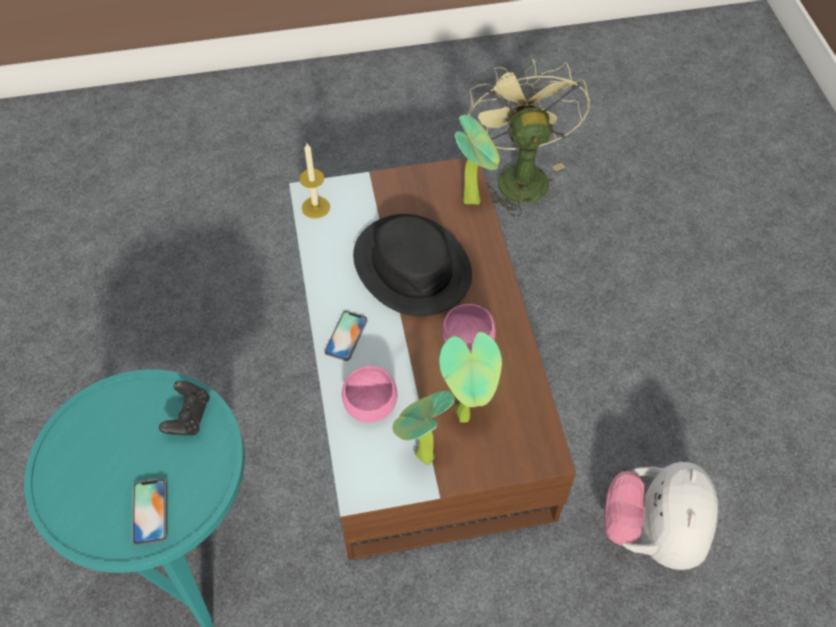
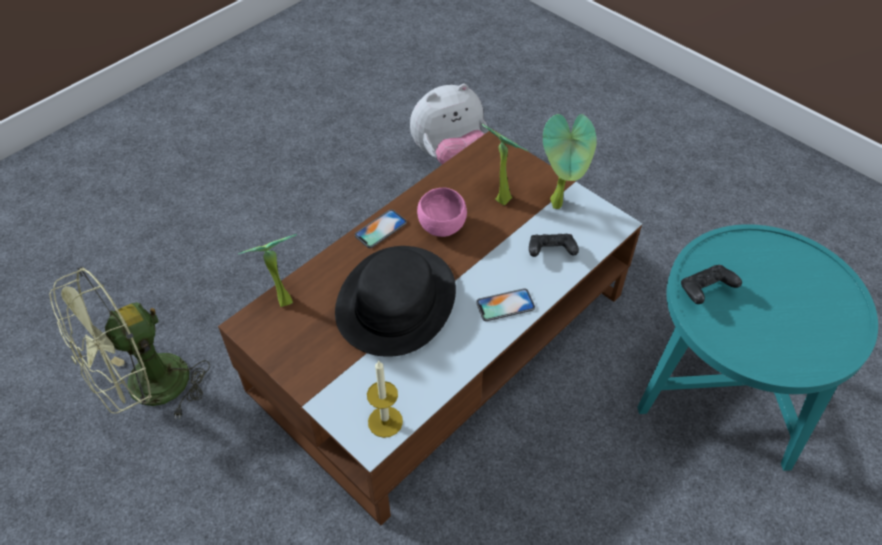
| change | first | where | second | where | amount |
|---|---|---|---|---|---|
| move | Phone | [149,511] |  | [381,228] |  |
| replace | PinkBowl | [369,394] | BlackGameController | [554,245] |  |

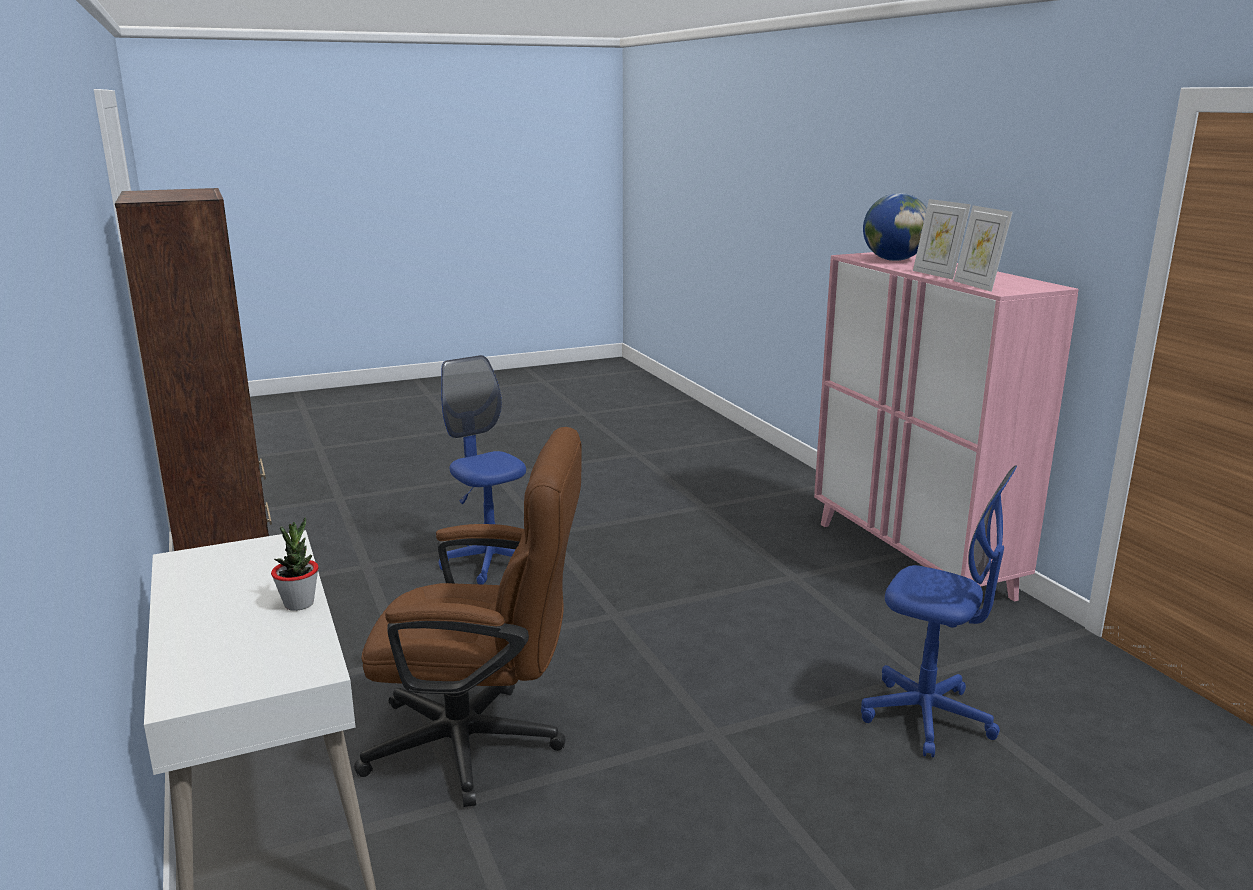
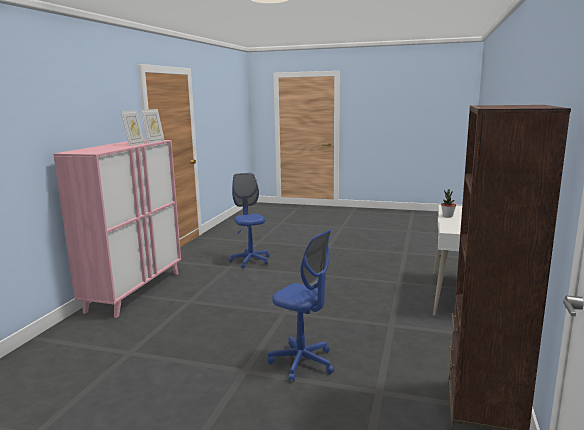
| change | first | where | second | where | amount |
|---|---|---|---|---|---|
| delete | BrownOfficeChair | [468,617] |  |  |  |
| delete | Globe | [895,227] |  |  |  |
| rotate | BlueOfficeChair | [482,469] |  | [301,305] | 60 degrees counterclockwise |

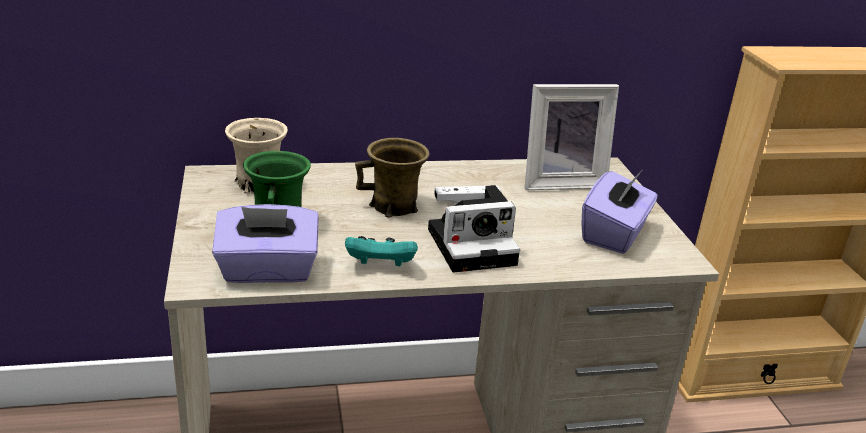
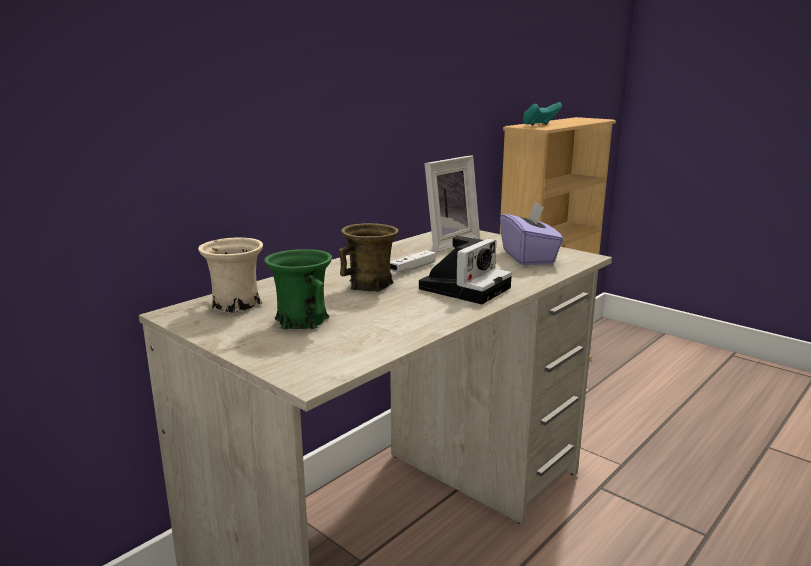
| change | first | where | second | where | amount |
|---|---|---|---|---|---|
| delete | PurpleTissueBox | [265,243] |  |  |  |
| move | TurquoiseGameController | [381,251] |  | [542,114] |  |

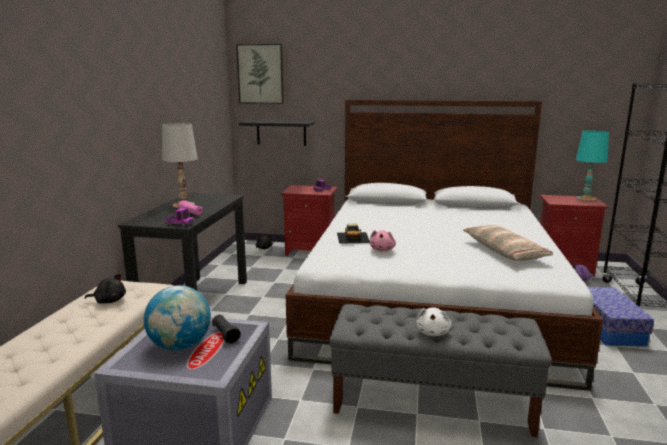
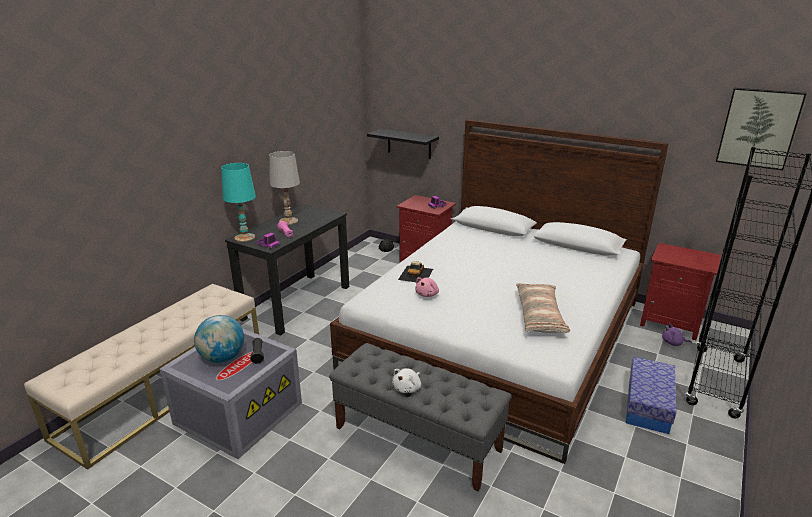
| change | first | where | second | where | amount |
|---|---|---|---|---|---|
| delete | BlackPlushToy | [105,289] |  |  |  |
| move | Picture | [260,74] |  | [761,129] |  |
| move | TurquoiseTableLamp | [592,166] |  | [238,202] |  |

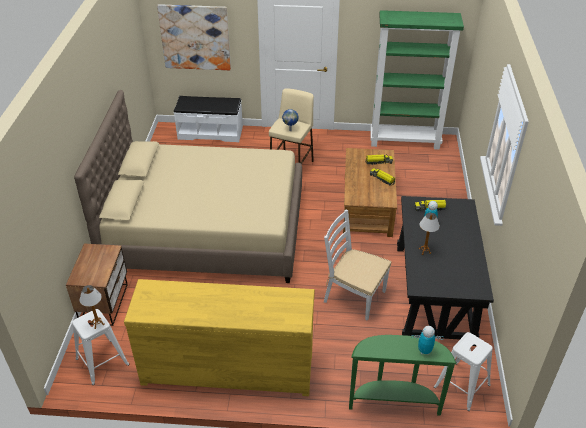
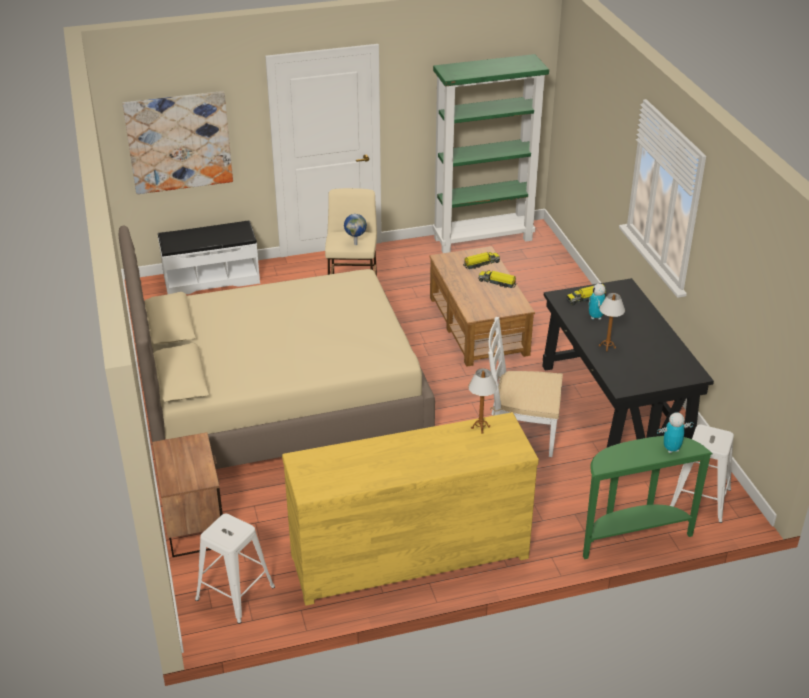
| change | first | where | second | where | amount |
|---|---|---|---|---|---|
| move | TableLamp | [92,307] |  | [482,400] |  |

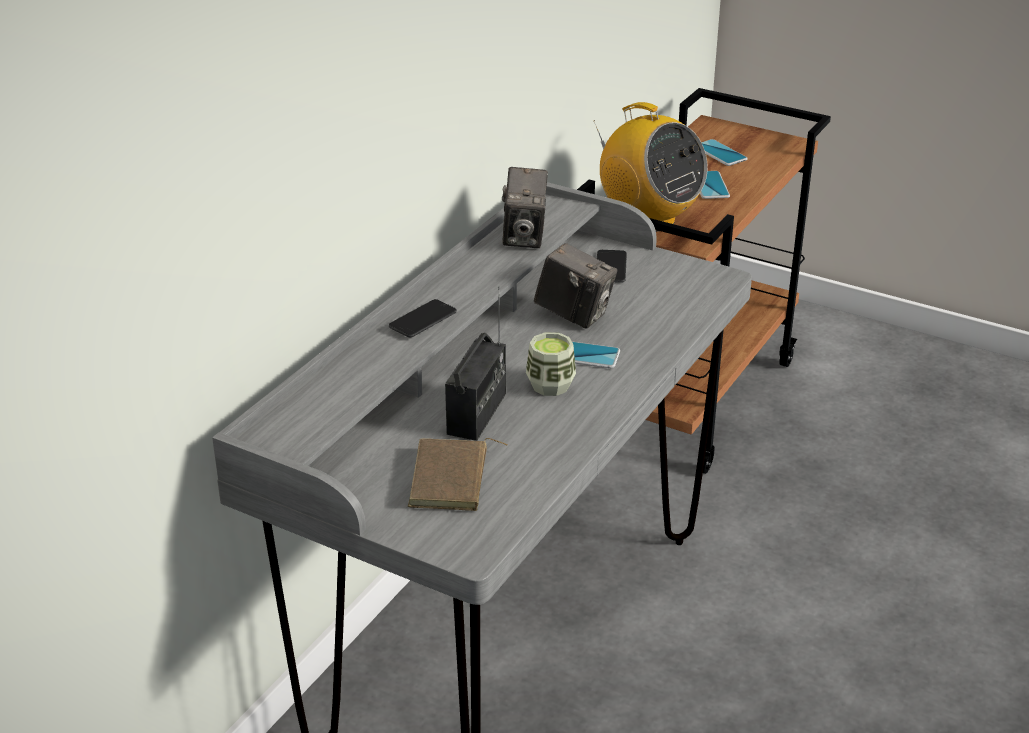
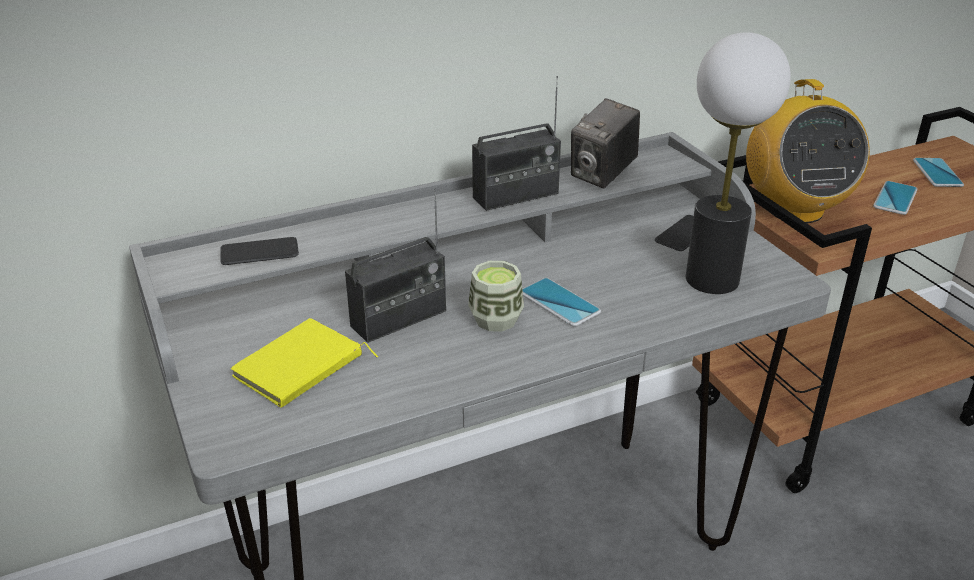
| change | first | where | second | where | amount |
|---|---|---|---|---|---|
| delete | PhotoCamera | [575,286] |  |  |  |
| insert |  |  | Radio | [516,143] |  |
| insert |  |  | TableLamp | [738,163] |  |
| move | Phone | [423,318] |  | [259,251] |  |
| recolor | BrownBook | [458,474] | YellowBook | [304,363] |  |

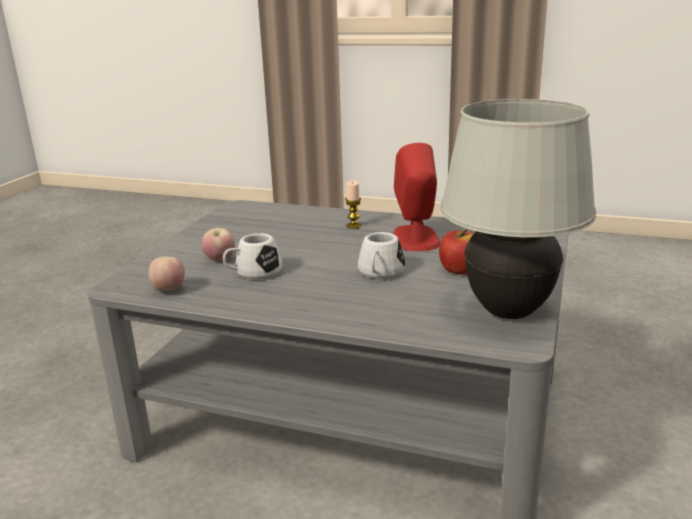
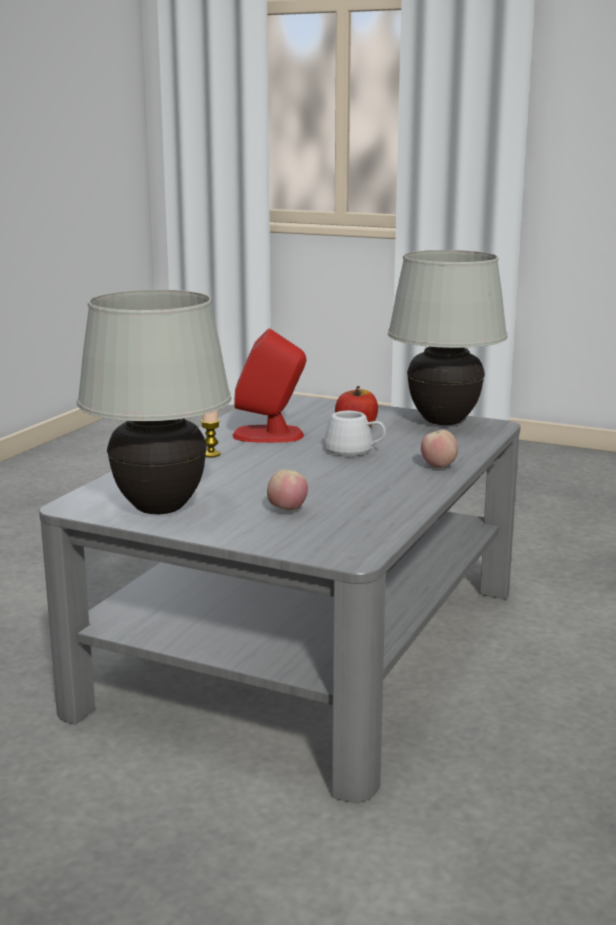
| change | first | where | second | where | amount |
|---|---|---|---|---|---|
| delete | WhiteMug | [253,256] |  |  |  |
| insert |  |  | WhiteTableLamp | [154,402] |  |
| move | Apple | [166,273] |  | [439,449] |  |

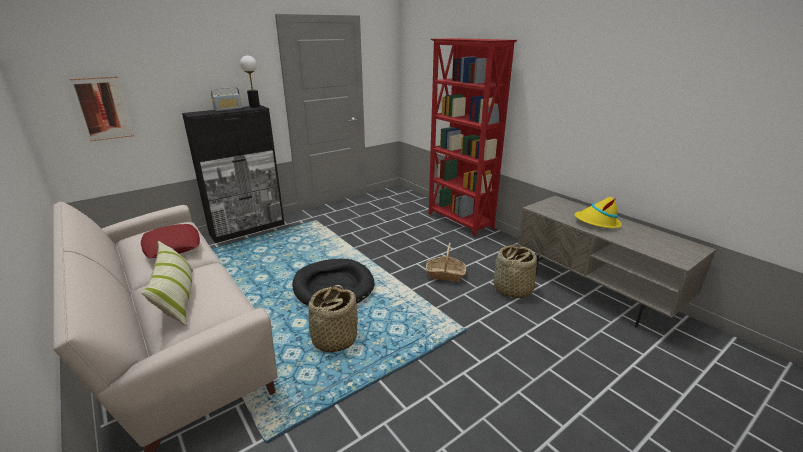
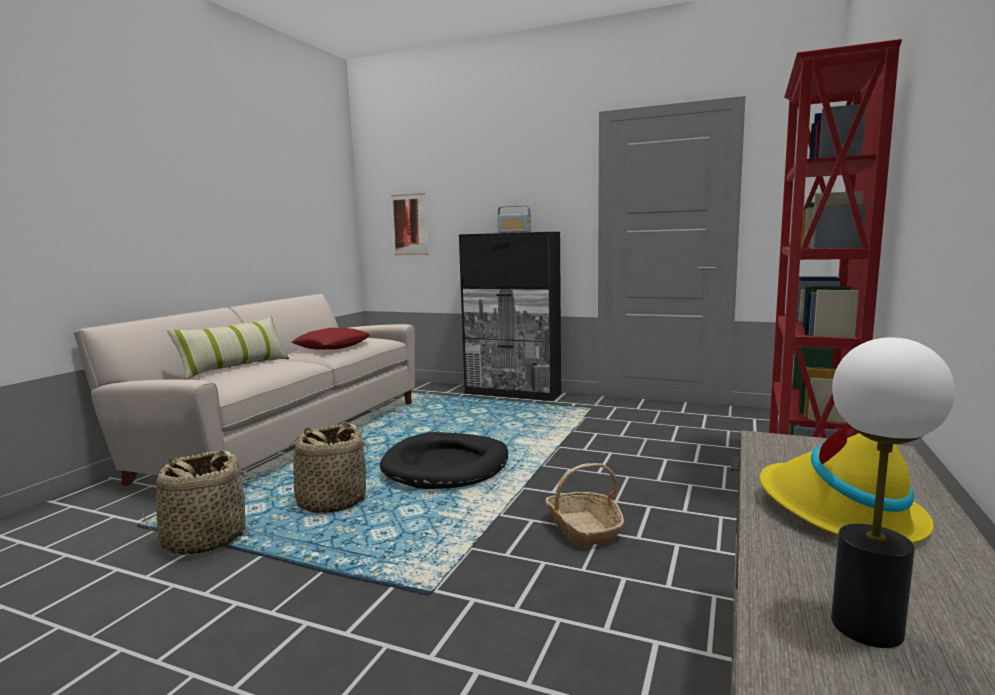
| change | first | where | second | where | amount |
|---|---|---|---|---|---|
| move | TableLamp | [250,81] |  | [893,492] |  |
| move | Basket | [515,270] |  | [198,502] |  |

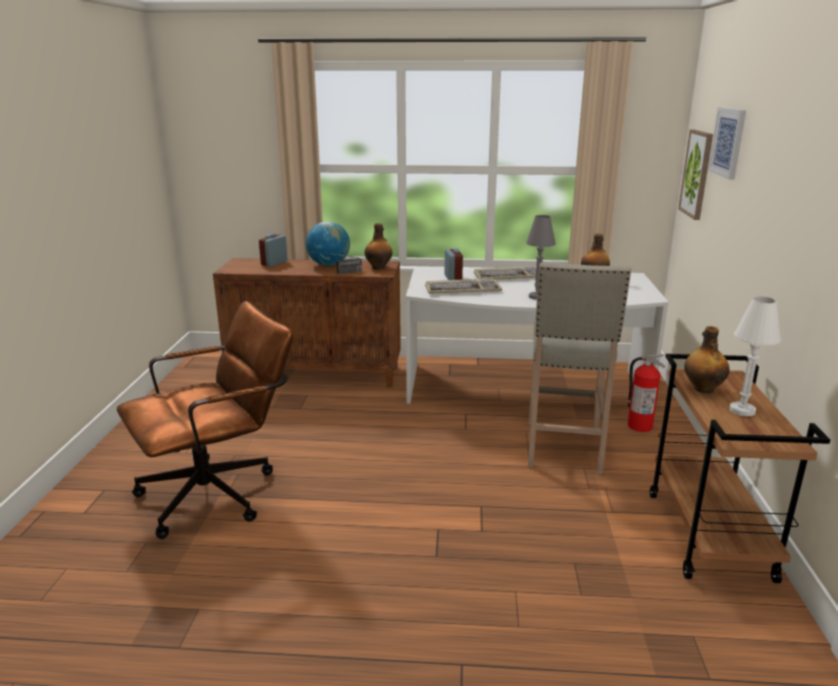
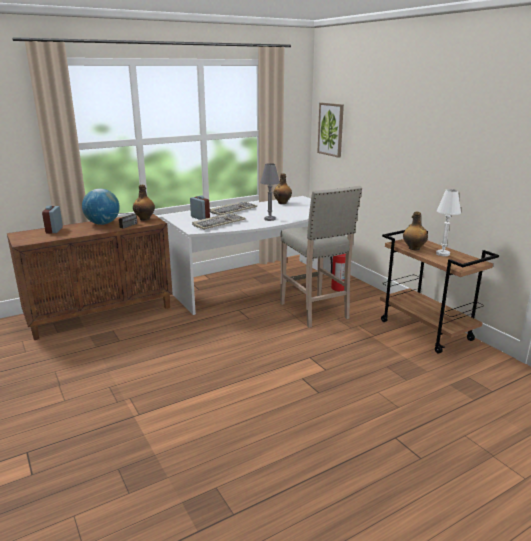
| change | first | where | second | where | amount |
|---|---|---|---|---|---|
| delete | BrownOfficeChair | [205,420] |  |  |  |
| delete | Picture | [727,143] |  |  |  |

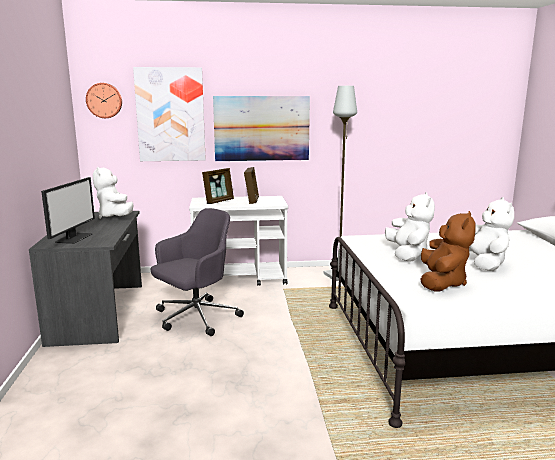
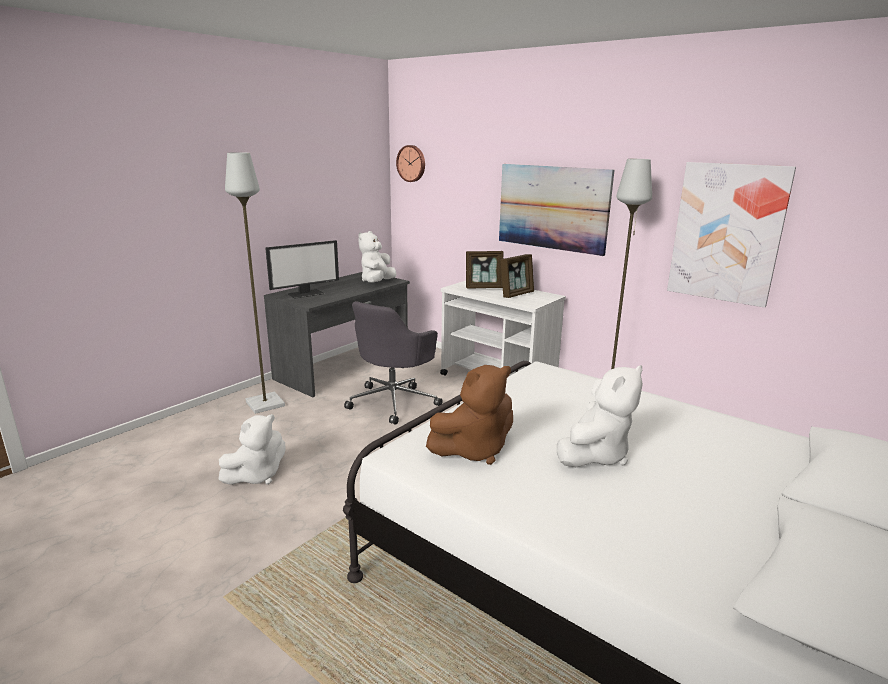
| change | first | where | second | where | amount |
|---|---|---|---|---|---|
| insert |  |  | GreyFloorLamp | [255,283] |  |
| move | Picture | [169,114] |  | [731,235] |  |
| move | WhitePlushToy | [410,227] |  | [252,449] |  |
| rotate | GreyOfficeChair | [197,272] |  | [393,363] | 120 degrees clockwise |

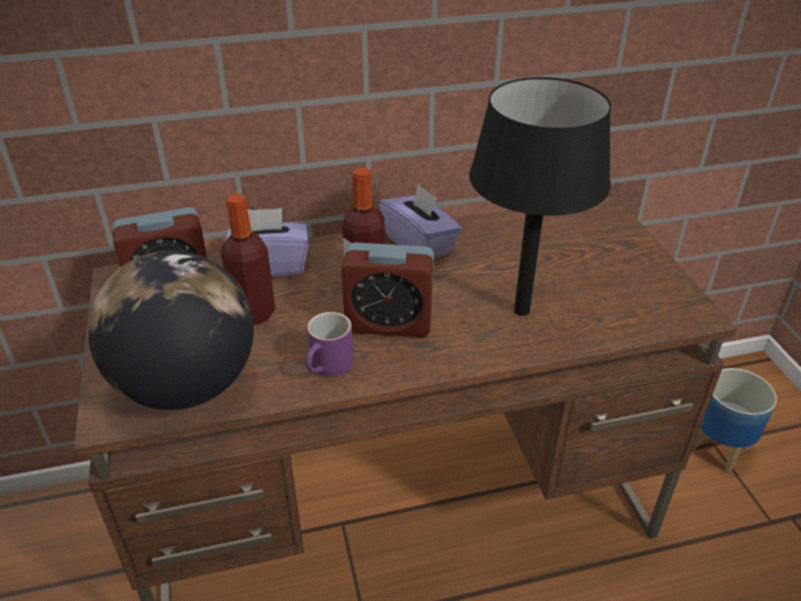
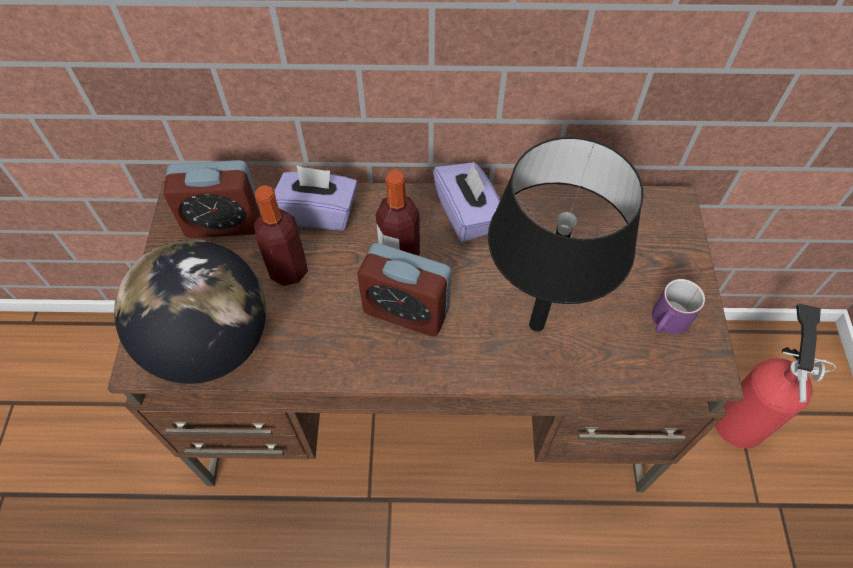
| change | first | where | second | where | amount |
|---|---|---|---|---|---|
| move | PurpleMug | [329,344] |  | [678,306] |  |
| replace | Planter | [734,420] | FireExtinguisher | [775,375] |  |

